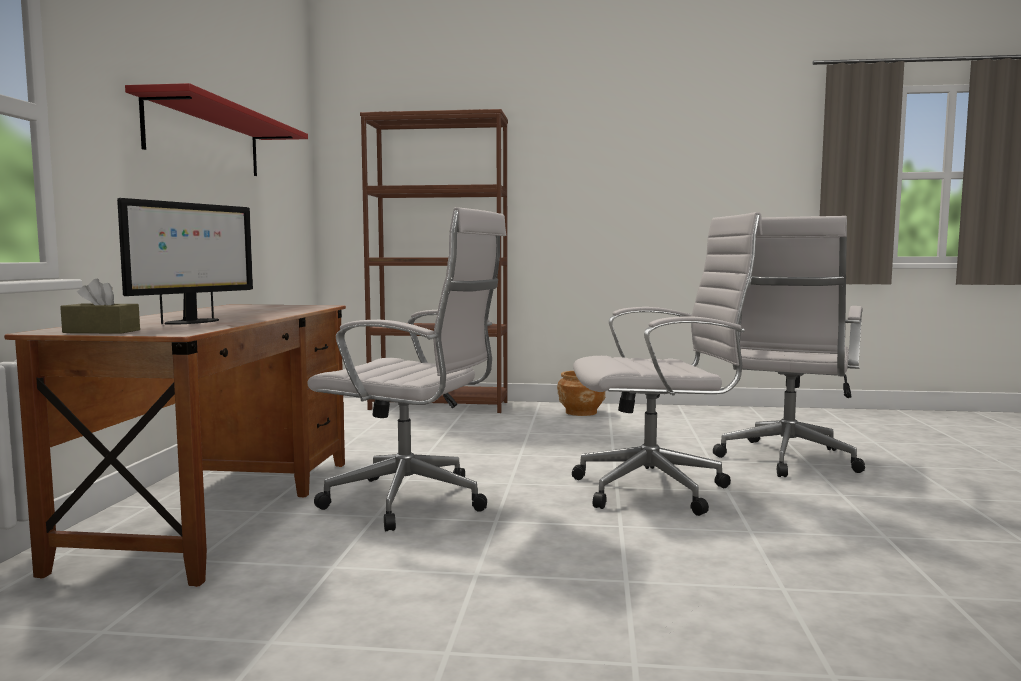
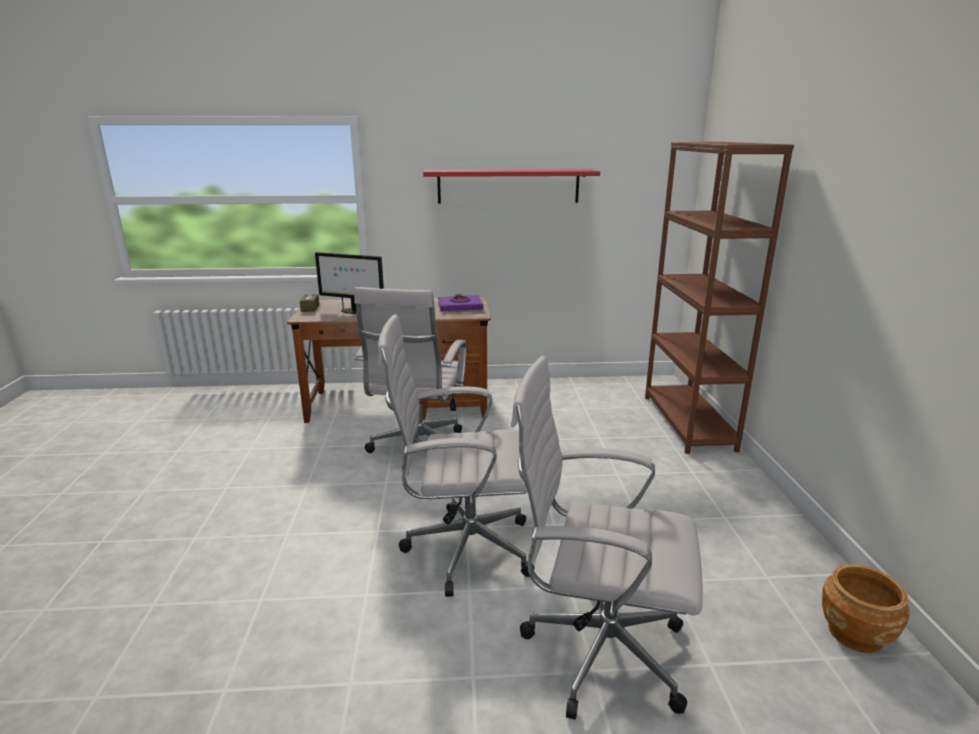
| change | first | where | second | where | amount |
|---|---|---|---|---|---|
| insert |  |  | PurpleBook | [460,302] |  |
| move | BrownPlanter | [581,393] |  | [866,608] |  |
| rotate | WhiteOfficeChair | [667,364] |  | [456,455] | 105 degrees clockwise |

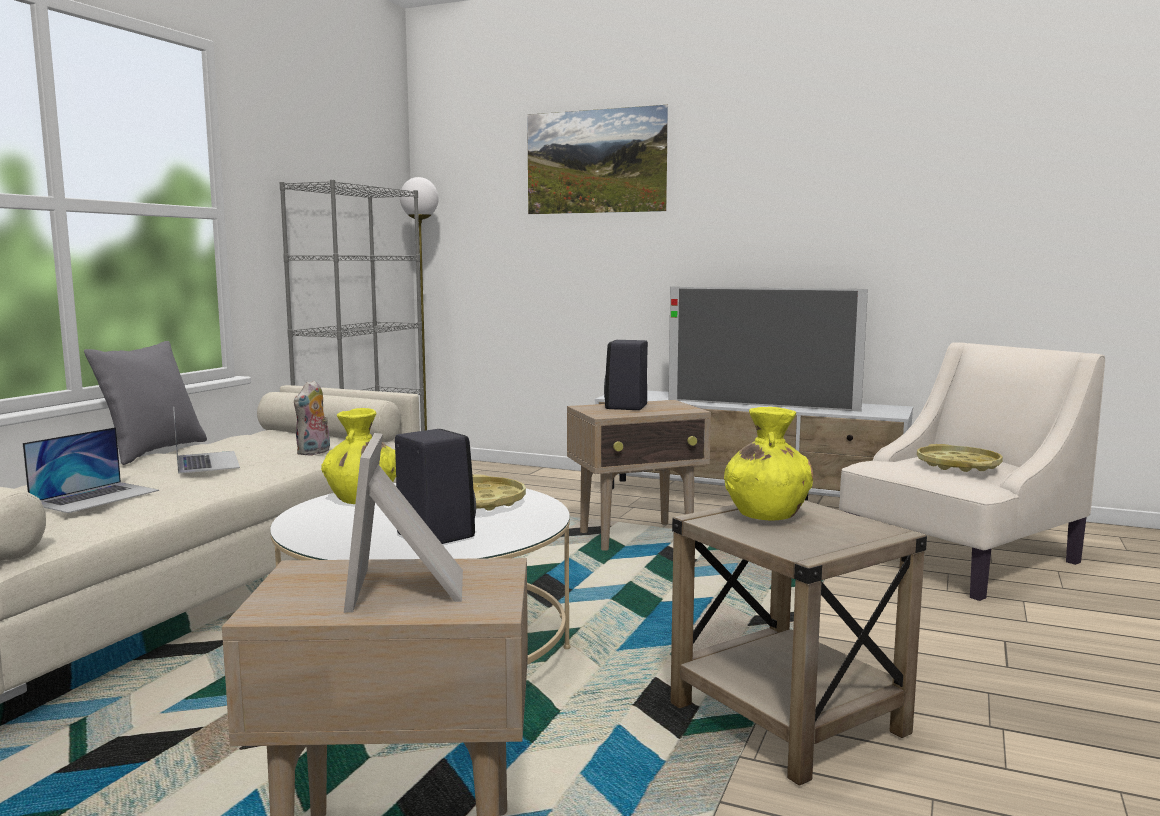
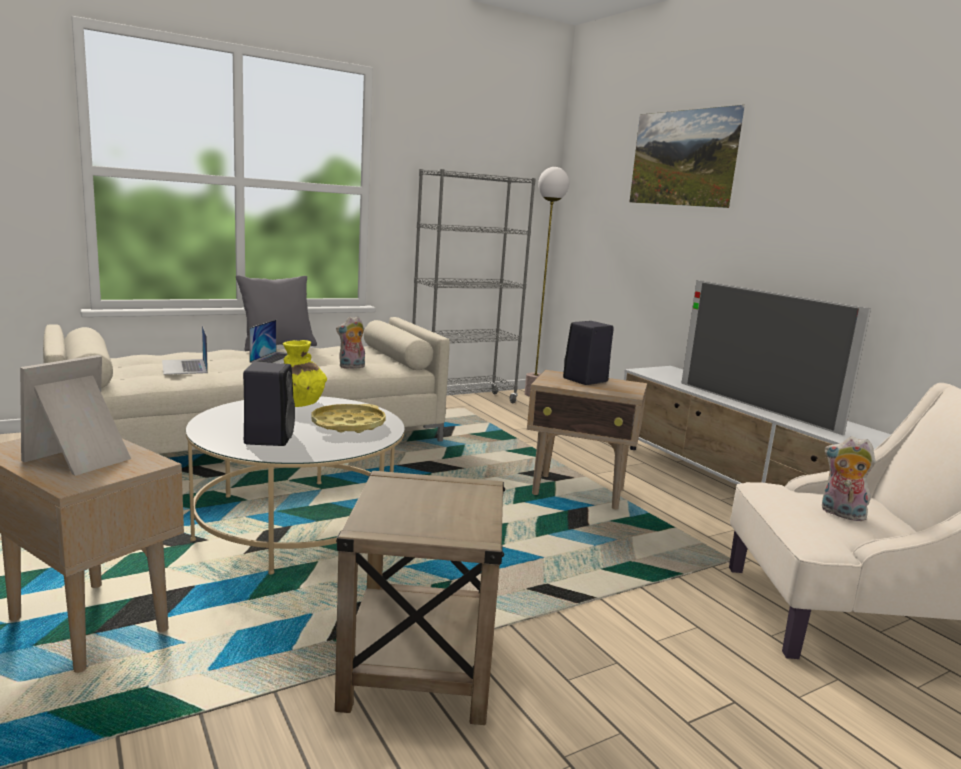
| change | first | where | second | where | amount |
|---|---|---|---|---|---|
| delete | YellowVase | [768,463] |  |  |  |
| replace | YellowTray | [960,458] | PlushToy | [849,478] |  |
| rotate | Laptop | [91,470] |  | [185,350] | 90 degrees clockwise |

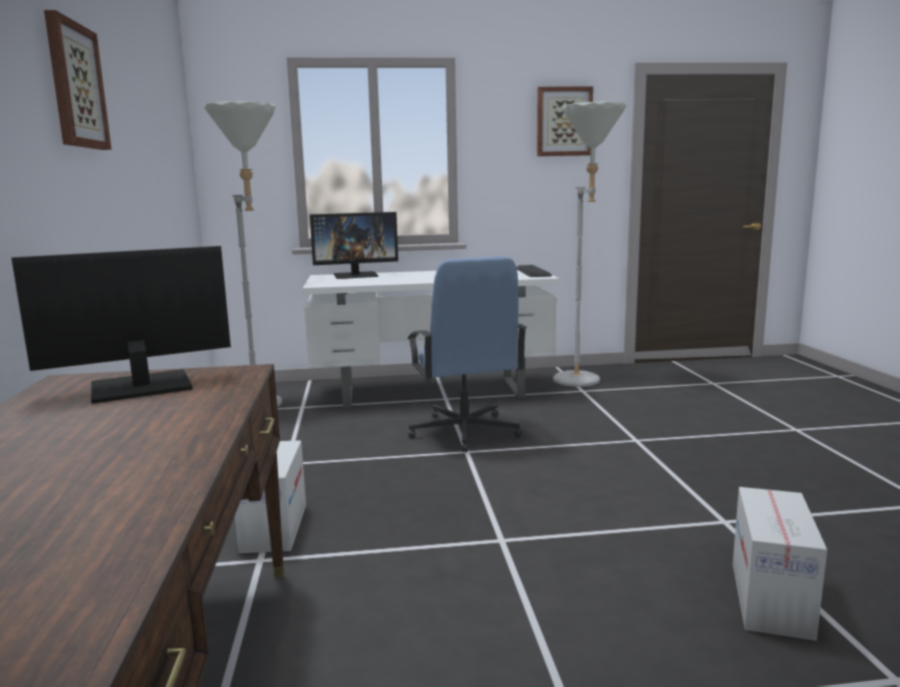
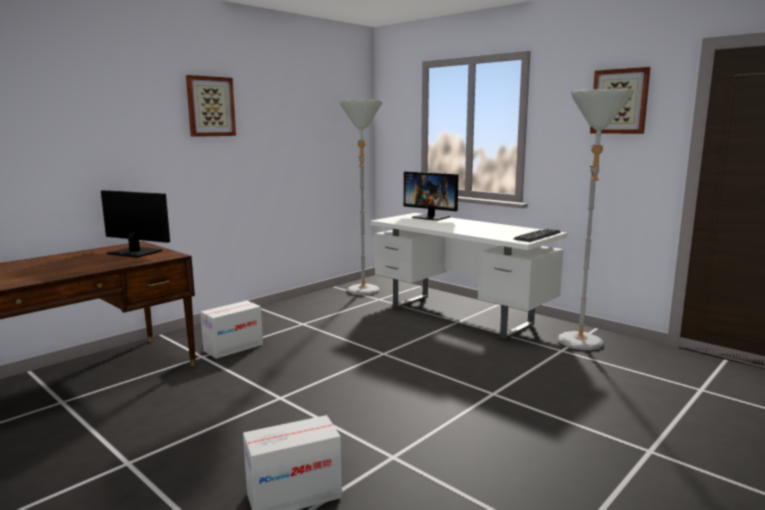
| change | first | where | second | where | amount |
|---|---|---|---|---|---|
| delete | BlueOfficeChair | [467,354] |  |  |  |

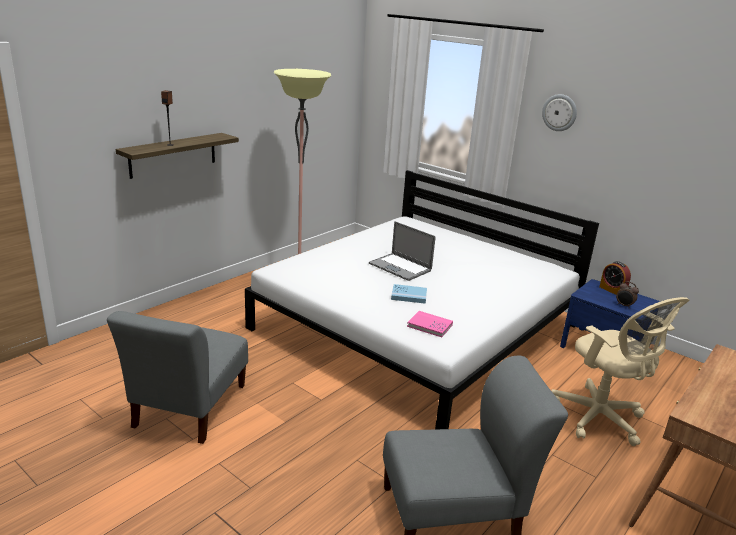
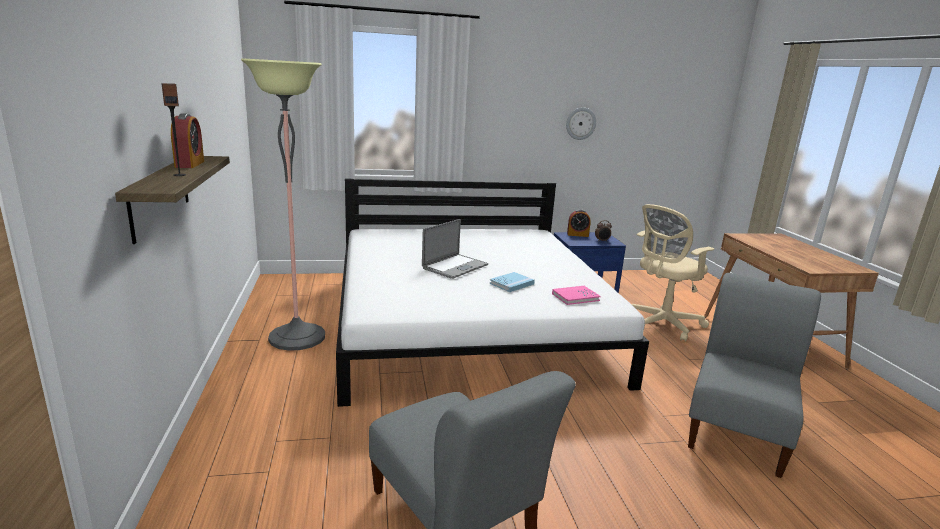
| change | first | where | second | where | amount |
|---|---|---|---|---|---|
| insert |  |  | AlarmClock | [187,140] |  |
| move | WallClock | [559,112] |  | [581,123] |  |
| rotate | Laptop | [402,251] |  | [455,249] | 45 degrees counterclockwise |
| rotate | BeigeOfficeChair | [620,371] |  | [673,273] | 135 degrees clockwise |

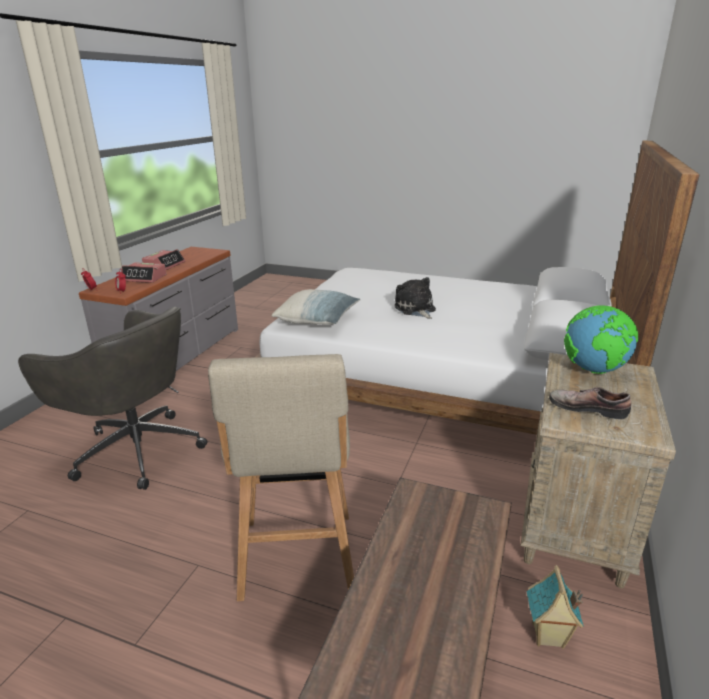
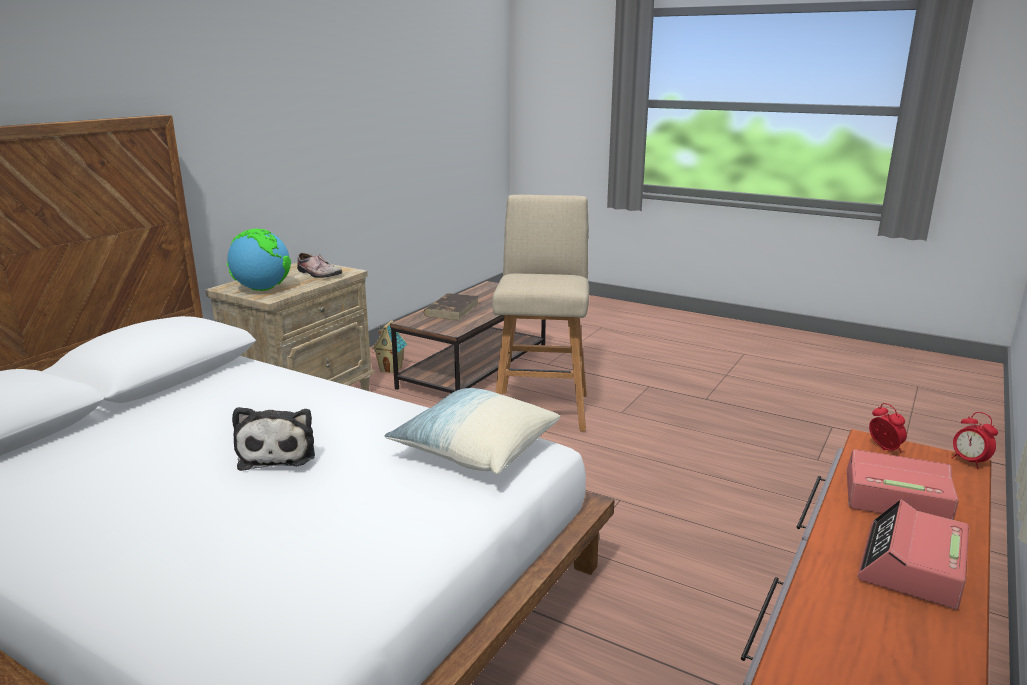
| change | first | where | second | where | amount |
|---|---|---|---|---|---|
| delete | GreyOfficeChair | [113,398] |  |  |  |
| insert |  |  | BrownBook | [451,306] |  |

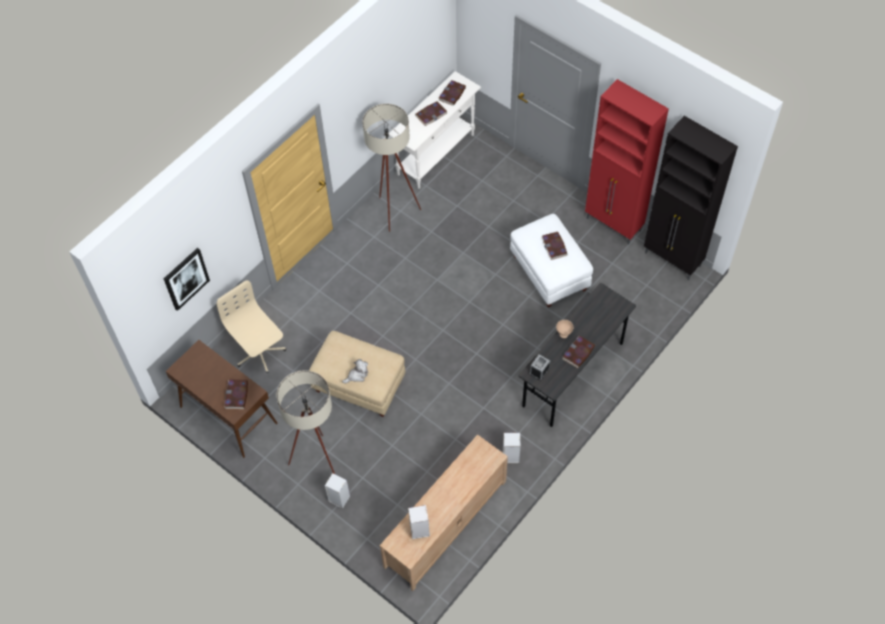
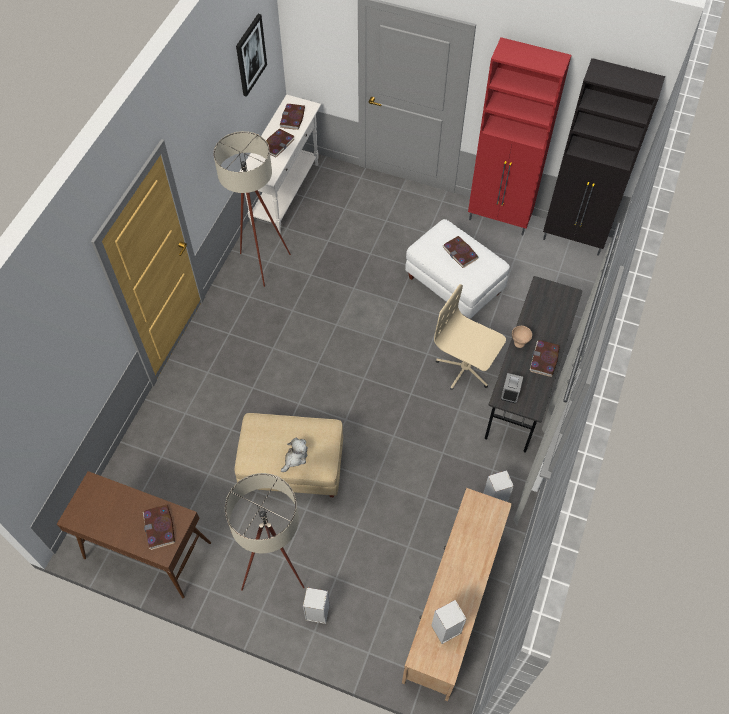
| change | first | where | second | where | amount |
|---|---|---|---|---|---|
| move | Picture | [187,279] |  | [251,55] |  |
| move | BeigeOfficeChair | [251,326] |  | [470,337] |  |

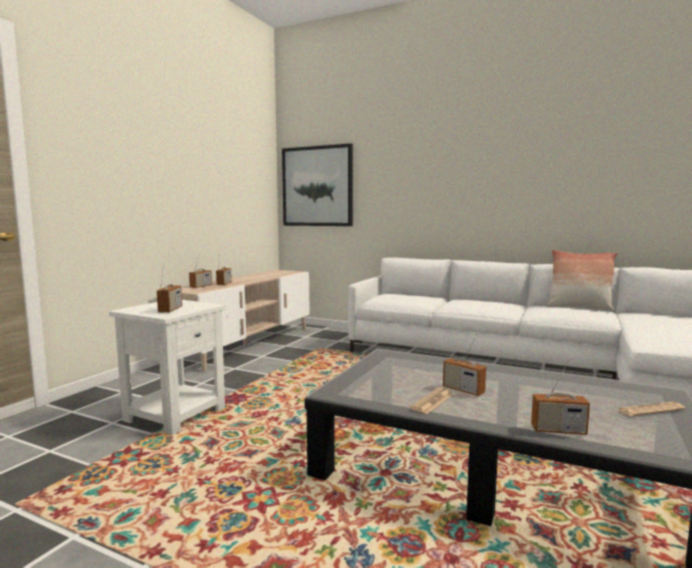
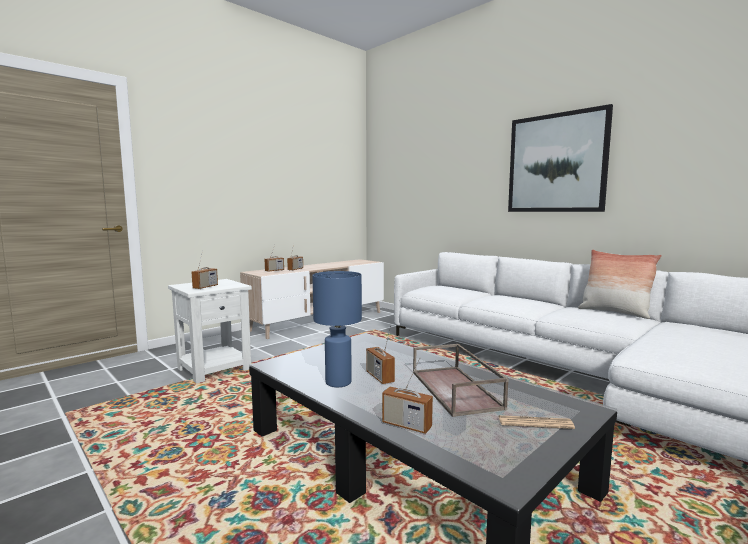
| change | first | where | second | where | amount |
|---|---|---|---|---|---|
| insert |  |  | BrownTray | [461,380] |  |
| move | Picture | [317,184] |  | [560,158] |  |
| replace | Newspaper | [431,400] | BlueTableLamp | [337,329] |  |

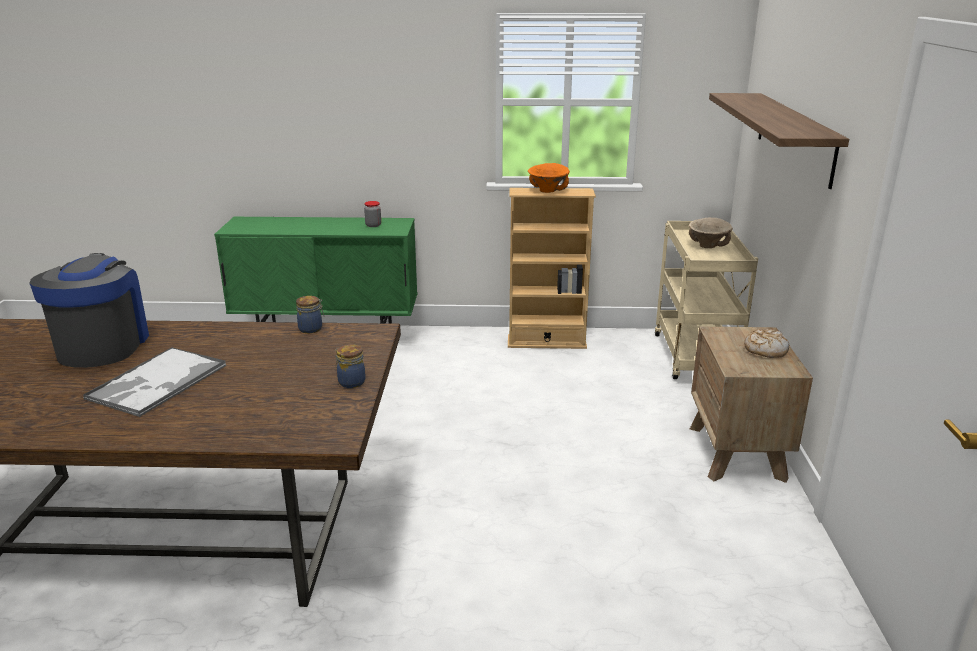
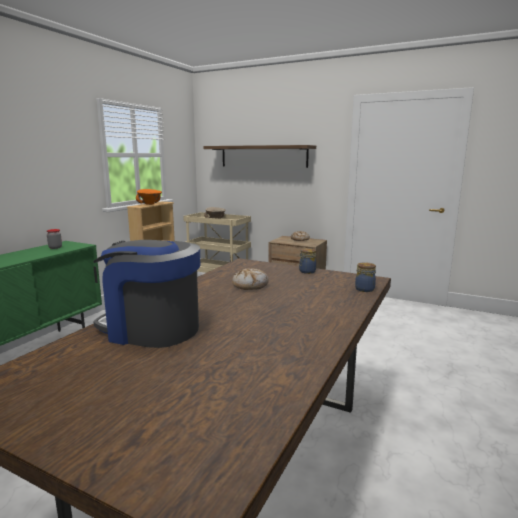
| change | first | where | second | where | amount |
|---|---|---|---|---|---|
| delete | Tray | [154,382] |  |  |  |
| insert |  |  | Bread | [250,279] |  |
| move | Jar | [310,314] |  | [365,277] |  |

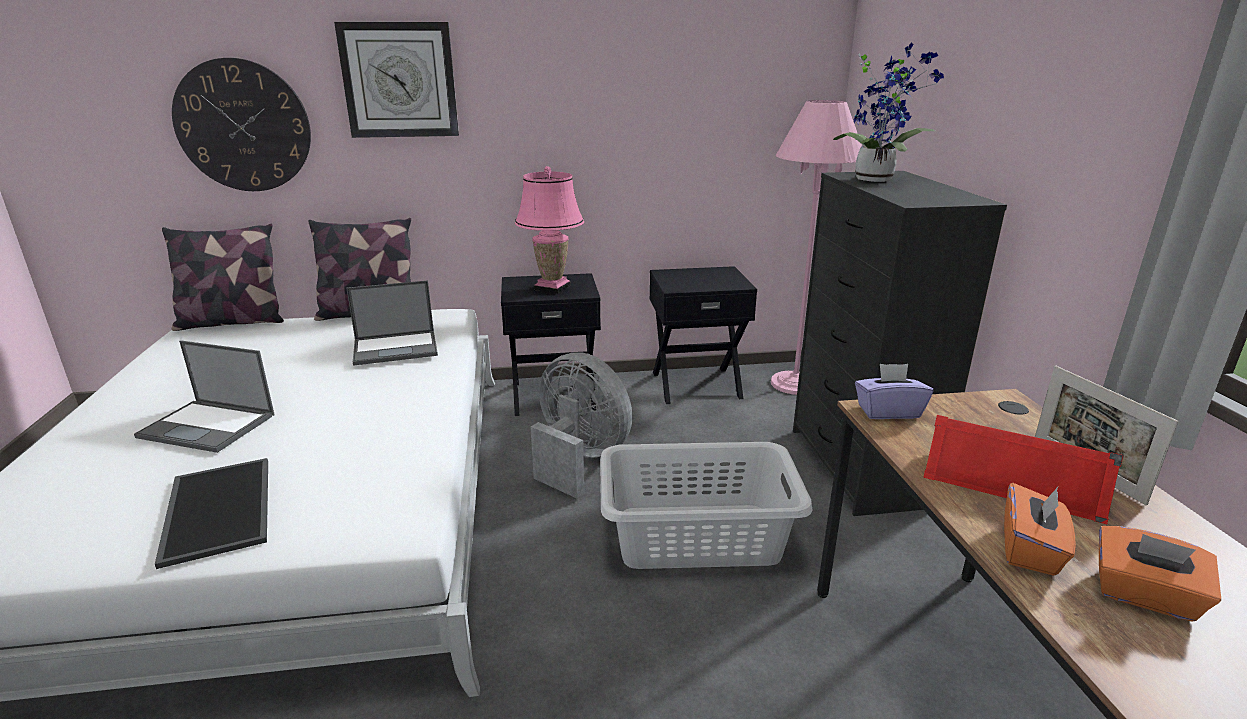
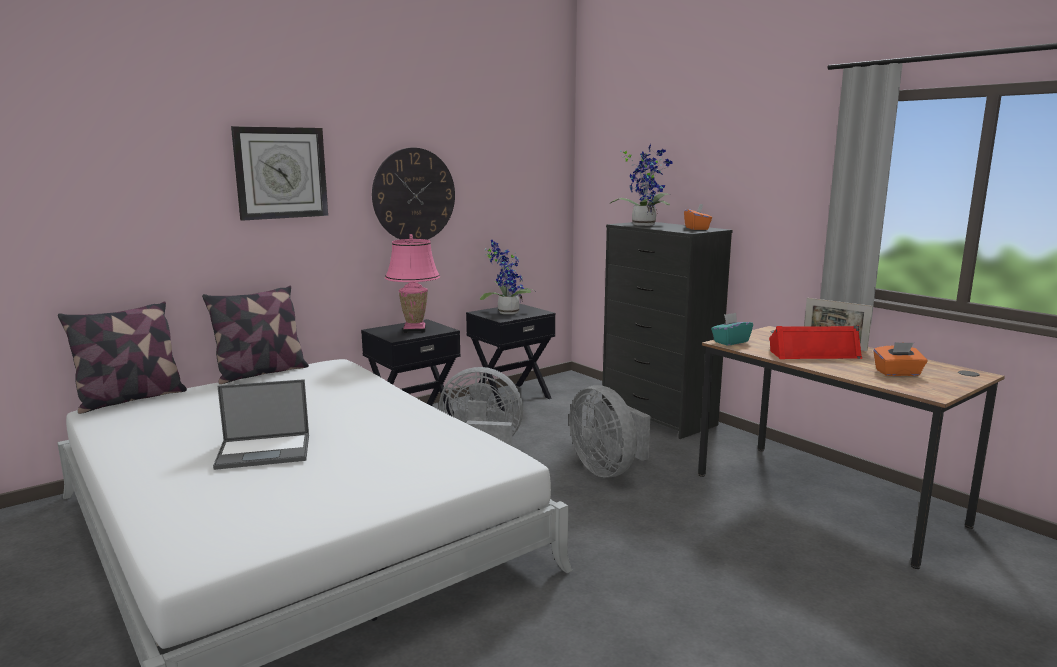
| change | first | where | second | where | amount |
|---|---|---|---|---|---|
| delete | Tray | [211,513] |  |  |  |
| delete | Laptop | [392,323] |  |  |  |
| delete | PinkFloorLamp | [816,247] |  |  |  |
| insert |  |  | PottedPlant | [507,276] |  |
| move | WallClock | [241,124] |  | [413,194] |  |
| move | OrangeTissueBox | [1040,529] |  | [698,217] |  |
| replace | GreyLaundryBasket | [706,505] | GreyFan | [609,431] |  |
| recolor | PurpleTissueBox | [894,391] | TurquoiseTissueBox | [732,329] |  |

